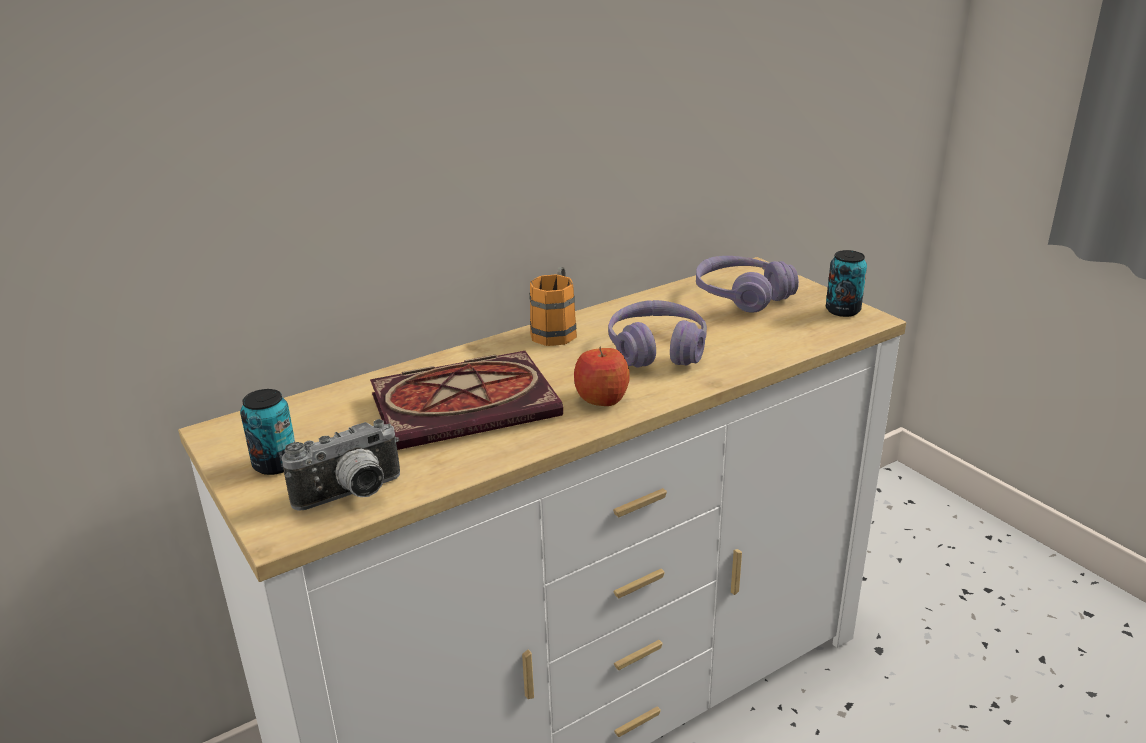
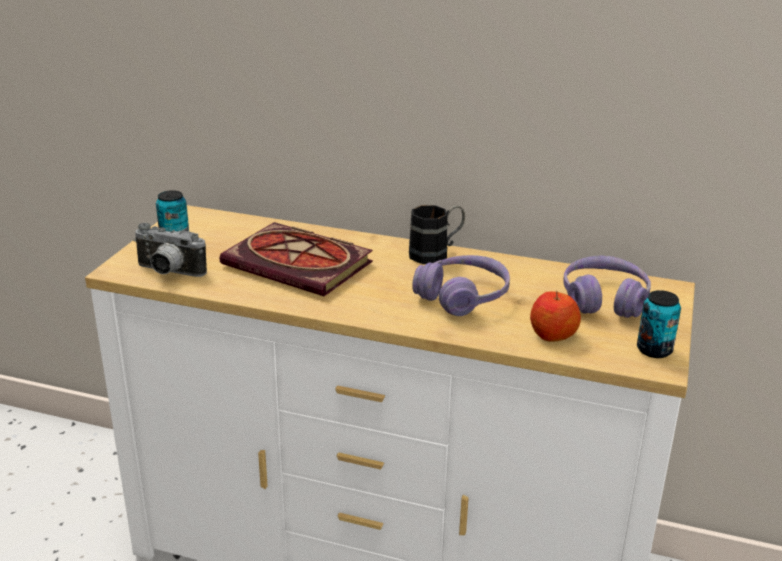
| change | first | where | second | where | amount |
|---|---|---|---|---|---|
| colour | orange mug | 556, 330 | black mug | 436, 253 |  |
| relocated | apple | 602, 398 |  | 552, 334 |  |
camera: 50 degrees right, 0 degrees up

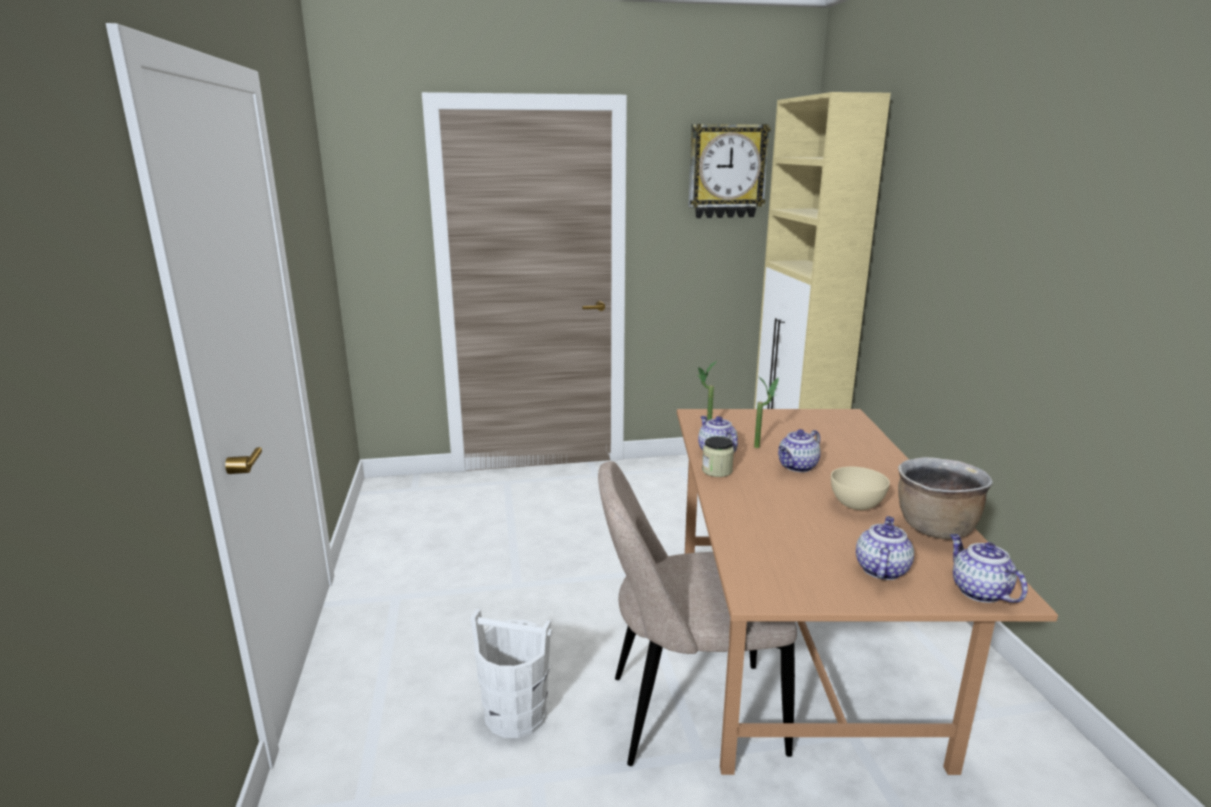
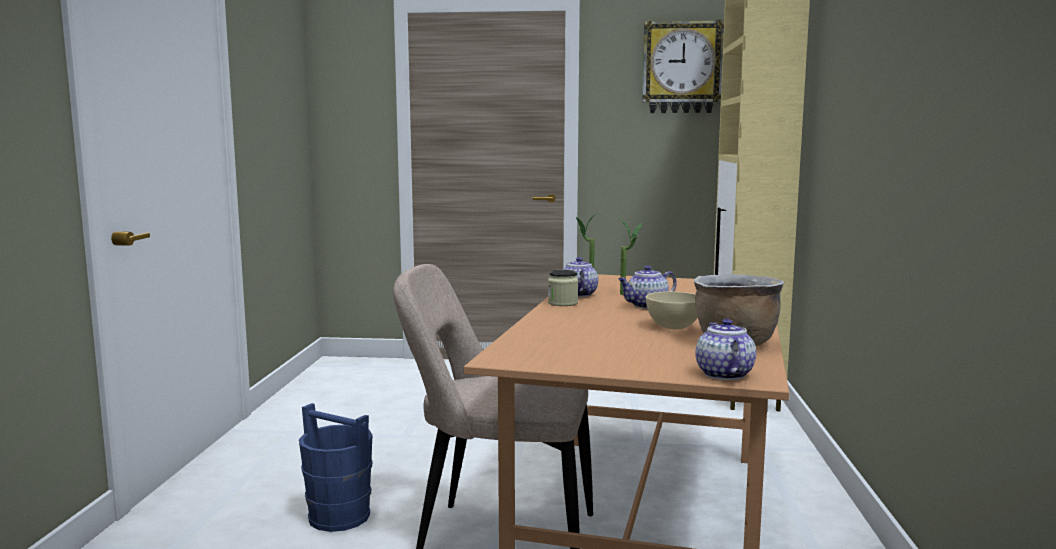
| change | first | where | second | where | amount |
|---|---|---|---|---|---|
| colour | white bucket | 515, 714 | blue bucket | 339, 516 |  |
| missing | teapot | 881, 569 |  |  |  |
camera: 15 degrees right, 10 degrees down

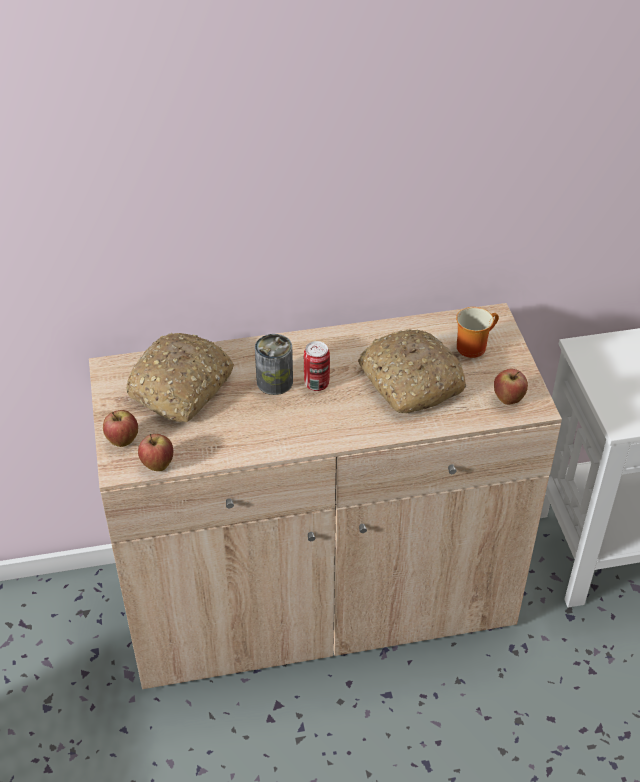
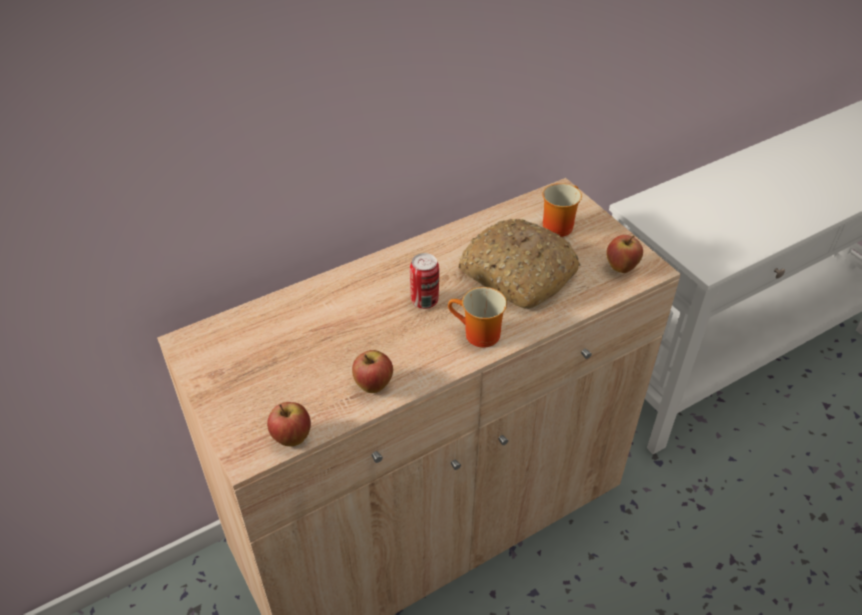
| change | first | where | second | where | amount |
|---|---|---|---|---|---|
| relocated | apple | 122, 441 |  | 373, 386 |  |
| appeared |  |  | mug | 477, 335 |  |
| missing | bread | 181, 388 |  |  |  |
| missing | can | 274, 382 |  |  |  |
camera: 20 degrees left, 0 degrees up

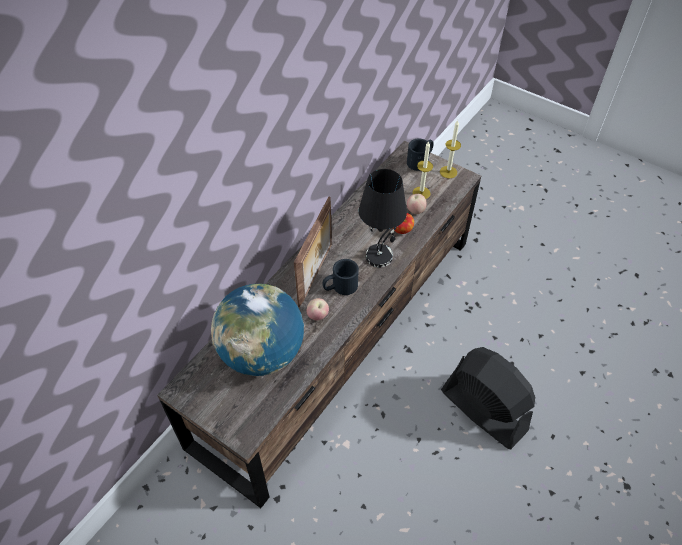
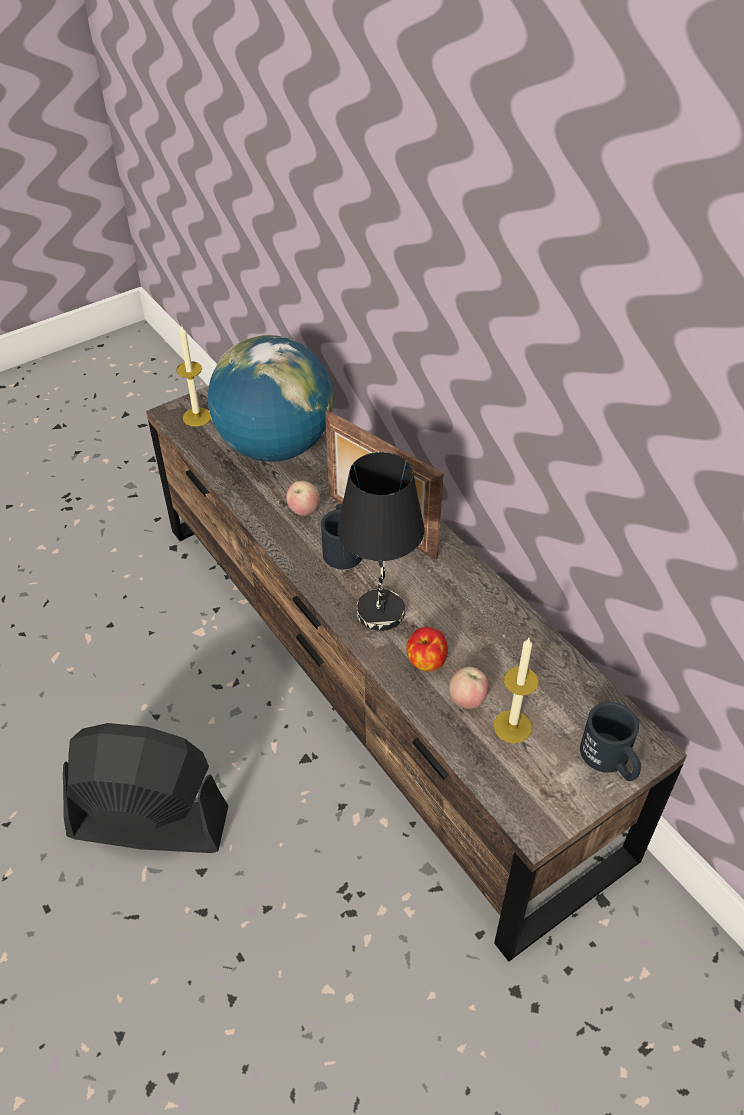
| change | first | where | second | where | amount |
|---|---|---|---|---|---|
| spun | black fan | 483, 410 |  | 148, 822 | 150 degrees counterclockwise |
| relocated | candle | 448, 172 |  | 197, 417 |  |
camera: 110 degrees right, 5 degrees down

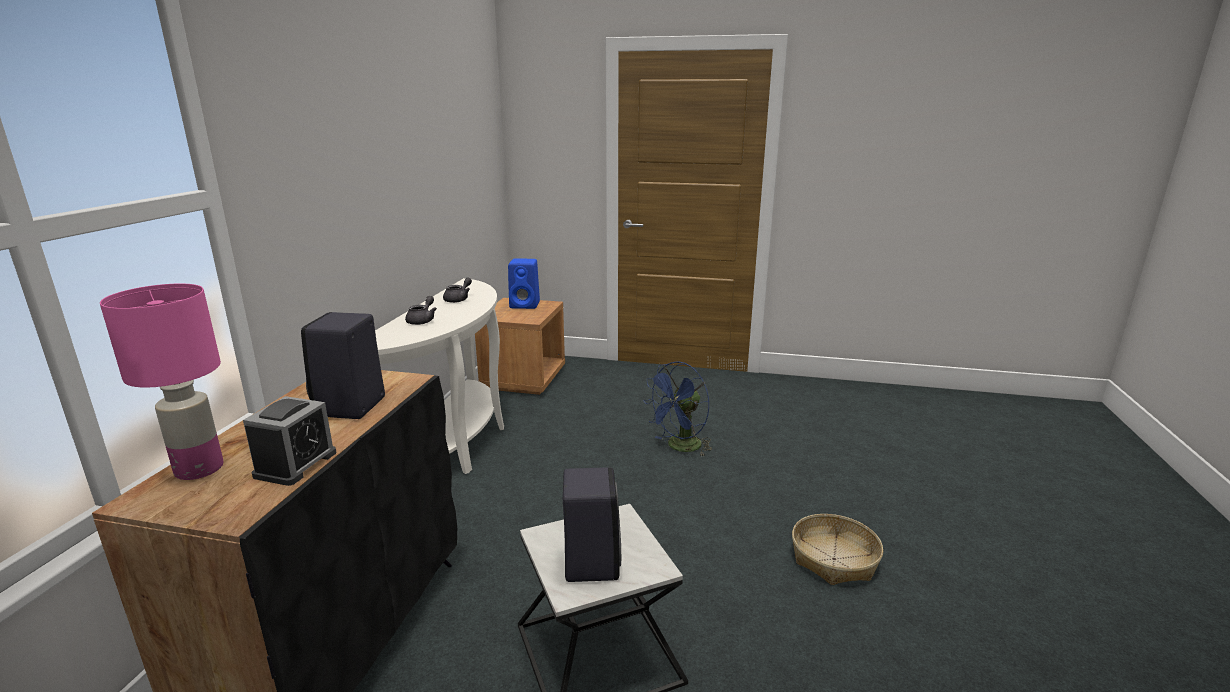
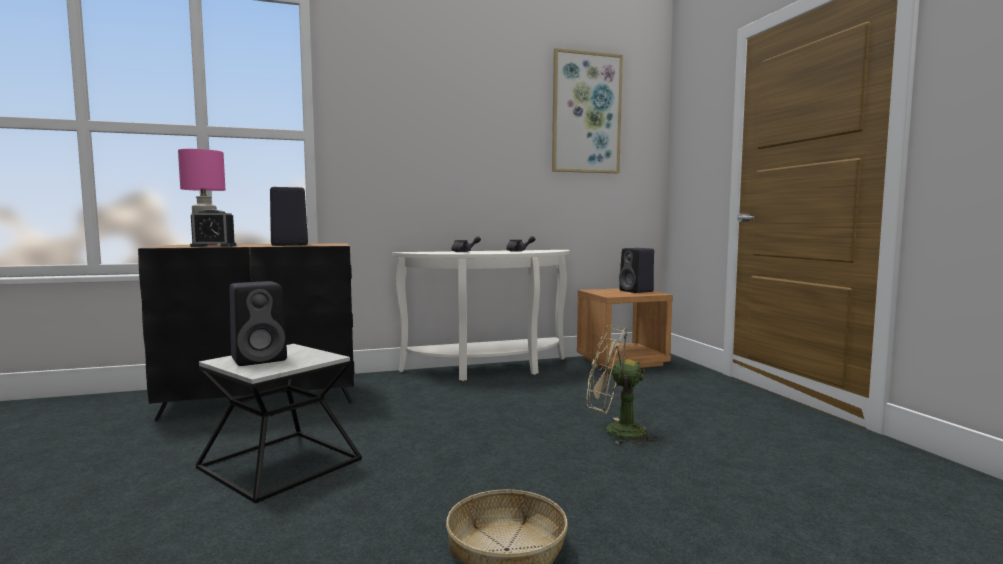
| change | first | where | second | where | amount |
|---|---|---|---|---|---|
| appeared |  |  | picture | 586, 113 |  |
| colour | blue fan | 680, 447 | beige fan | 615, 431 |  |
| colour | blue speaker | 526, 305 | black speaker | 637, 291 |  |
camera: 60 degrees right, 15 degrees down

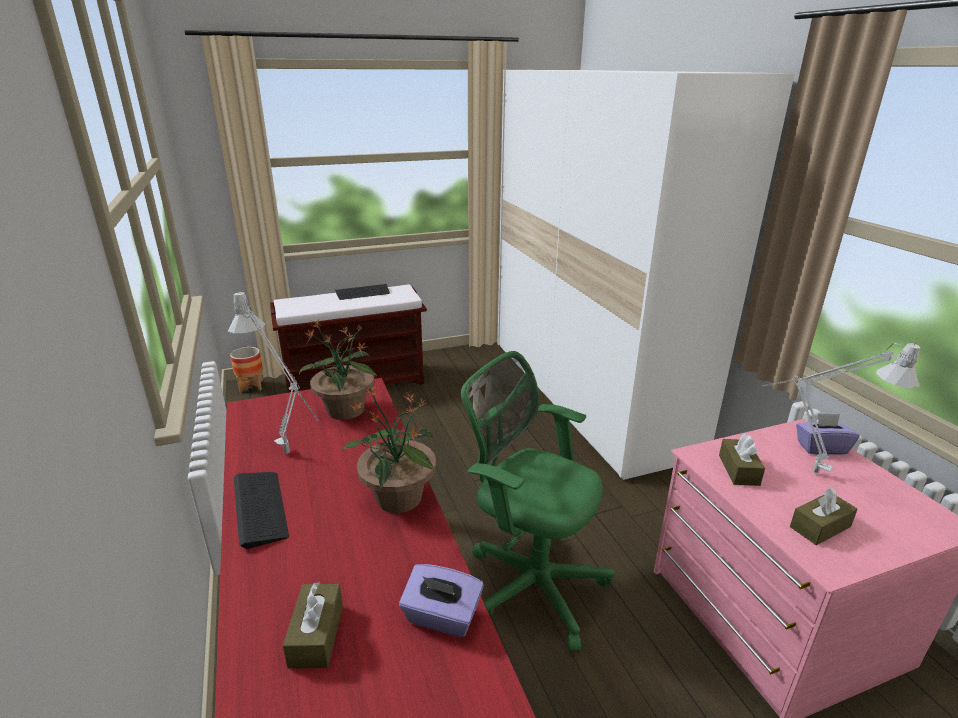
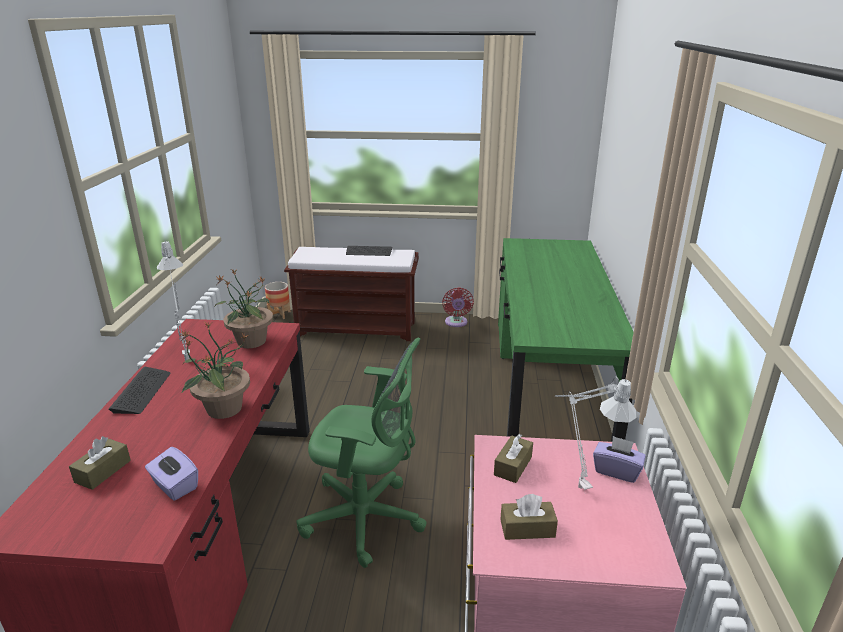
| change | first | where | second | where | amount |
|---|---|---|---|---|---|
| spun | green office chair | 531, 582 |  | 367, 519 | 135 degrees clockwise |
| appeared |  |  | red fan | 456, 323 |  |
| exchanged | white wardrobe | 586, 394 | green desk | 548, 382 |  |
camera: 25 degrees right, 0 degrees up

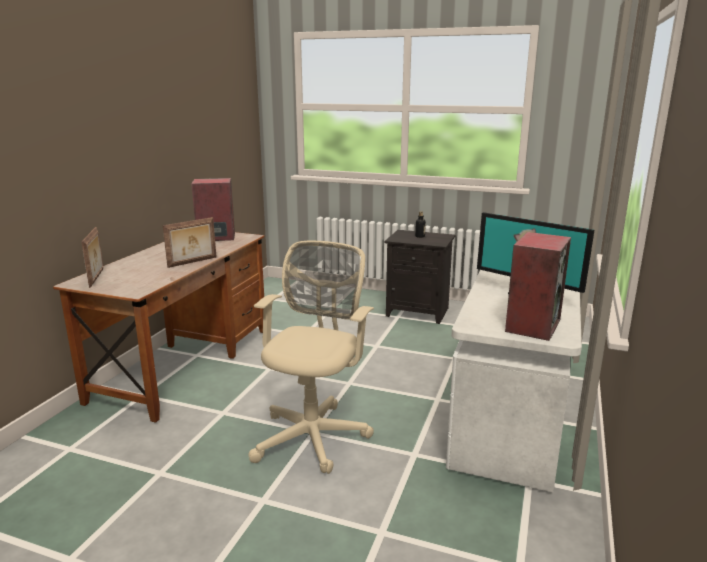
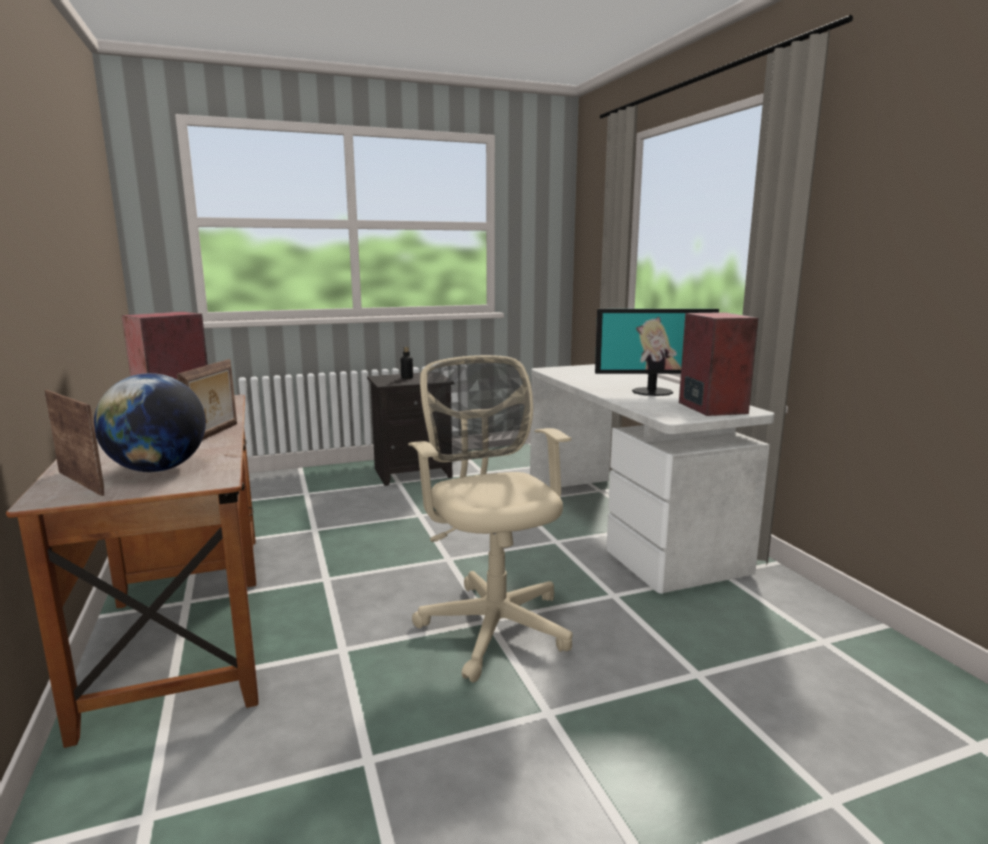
| change | first | where | second | where | amount |
|---|---|---|---|---|---|
| appeared |  |  | globe | 158, 469 |  |
camera: 40 degrees left, 5 degrees down

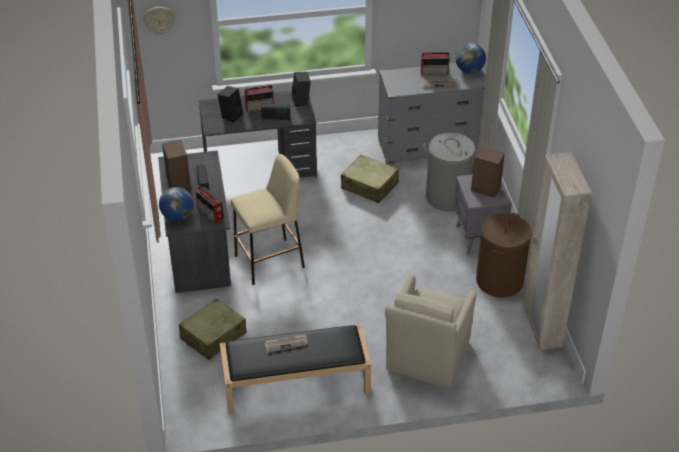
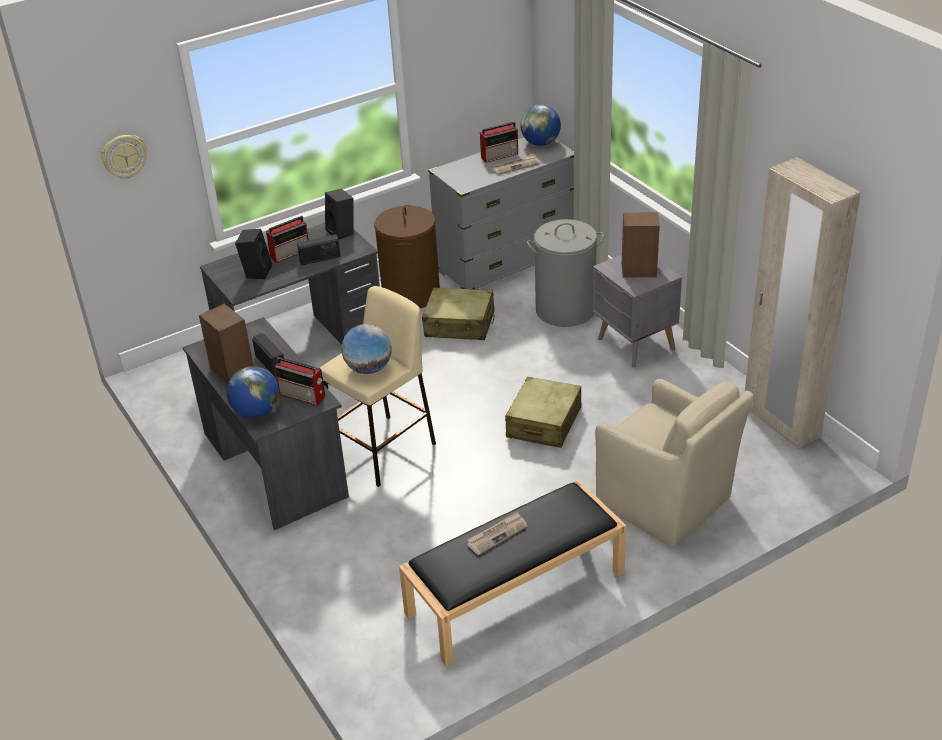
| change | first | where | second | where | amount |
|---|---|---|---|---|---|
| appeared |  |  | globe | 368, 368 |  |
| relocated | brown laundry basket | 500, 281 |  | 411, 294 |  |
| relocated | beige suitcase | 213, 336 |  | 543, 423 |  |
| spun | beige armchair | 426, 358 |  | 666, 503 | 45 degrees counterclockwise |
camera: 20 degrees left, 5 degrees down

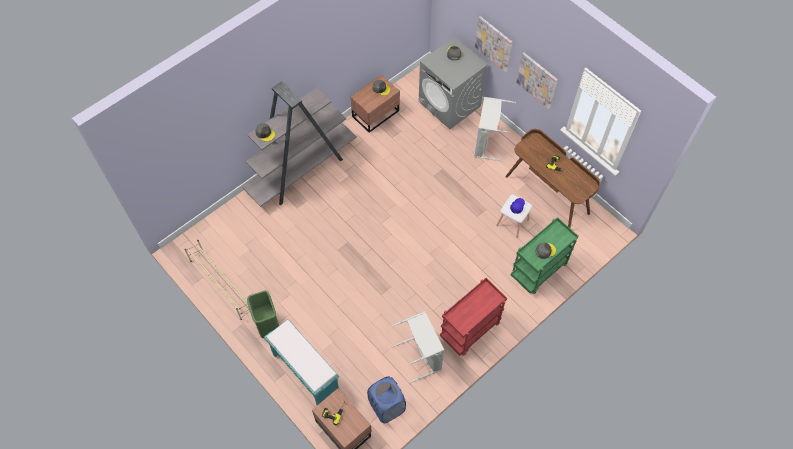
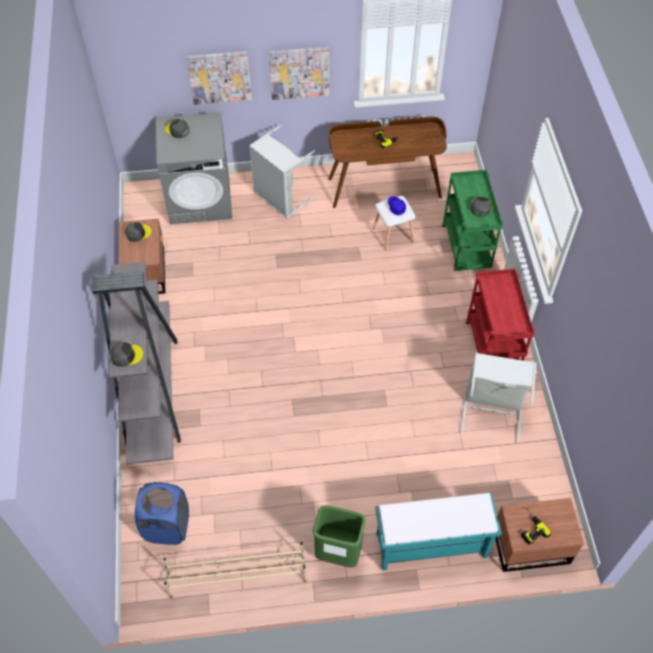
| change | first | where | second | where | amount |
|---|---|---|---|---|---|
| relocated | blue laundry basket | 387, 406 |  | 167, 526 |  |
camera: 55 degrees left, 5 degrees down

